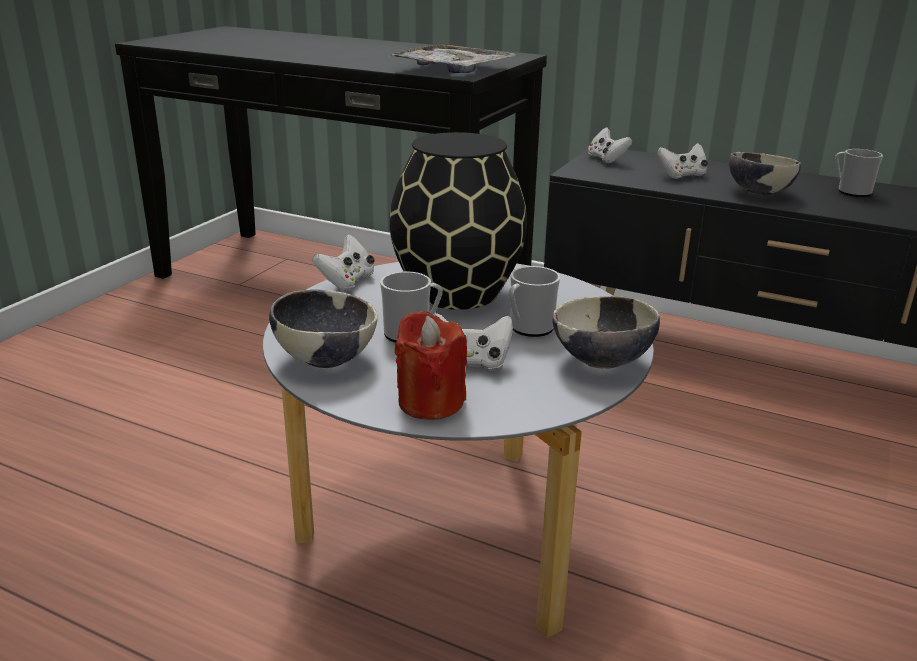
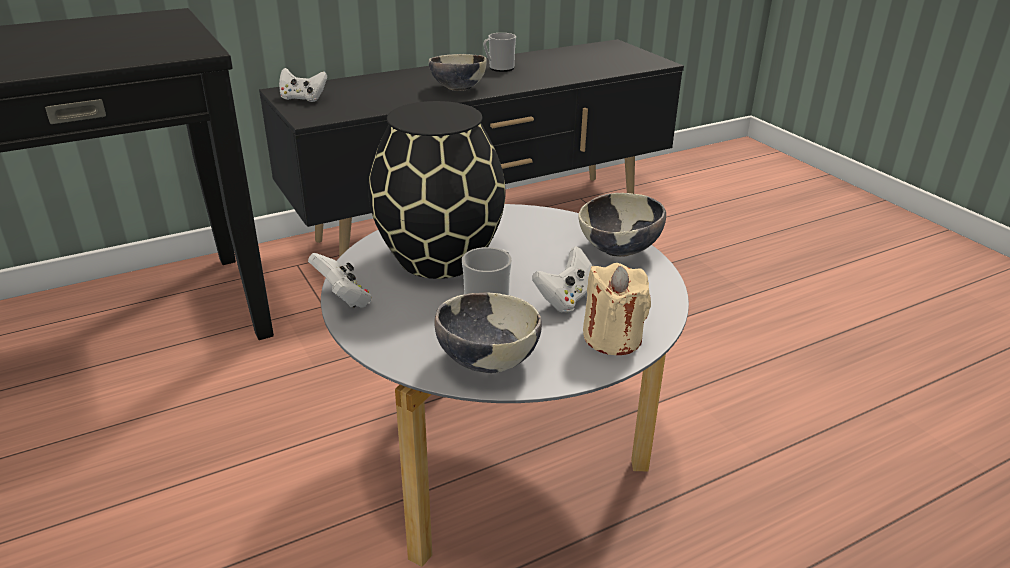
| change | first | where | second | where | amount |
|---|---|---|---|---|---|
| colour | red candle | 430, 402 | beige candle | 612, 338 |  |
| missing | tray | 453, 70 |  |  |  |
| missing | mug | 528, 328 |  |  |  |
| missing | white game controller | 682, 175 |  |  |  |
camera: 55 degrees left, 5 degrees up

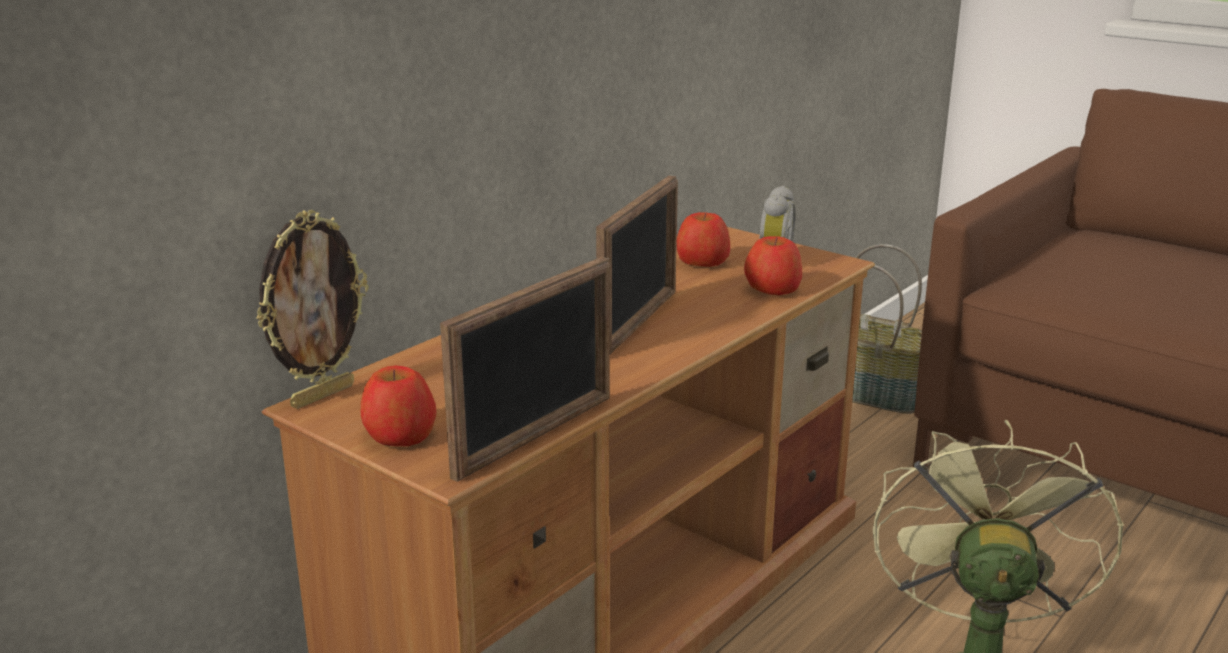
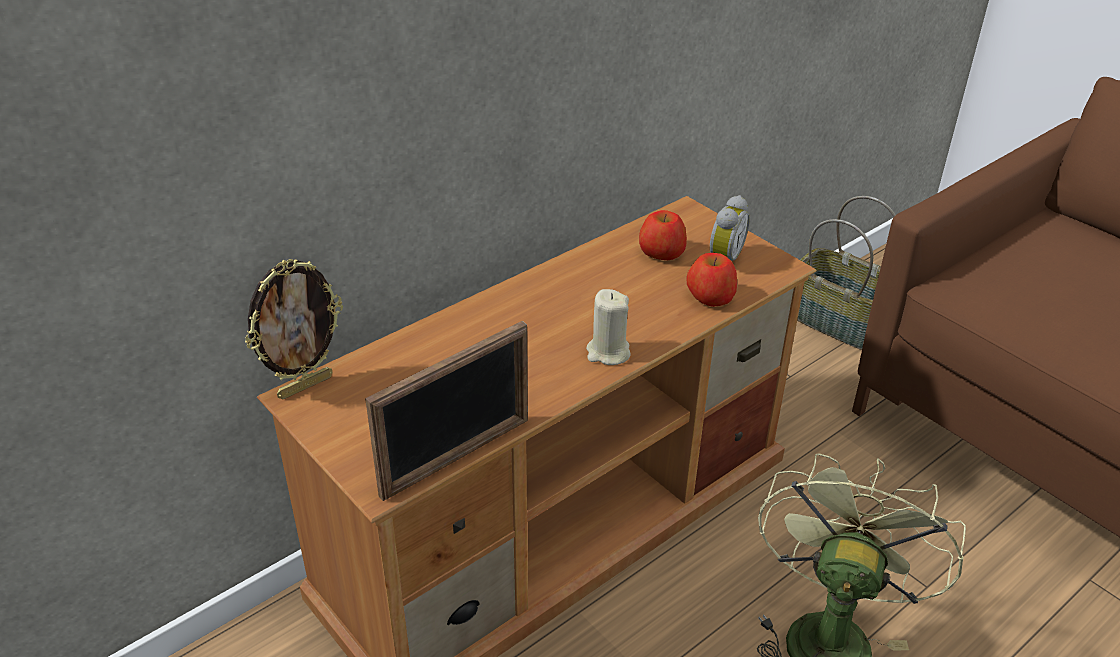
| change | first | where | second | where | amount |
|---|---|---|---|---|---|
| appeared |  |  | beige candle | 608, 352 |  |
| missing | apple | 400, 435 |  |  |  |
| missing | picture frame | 639, 324 |  |  |  |
camera: 10 degrees right, 15 degrees up

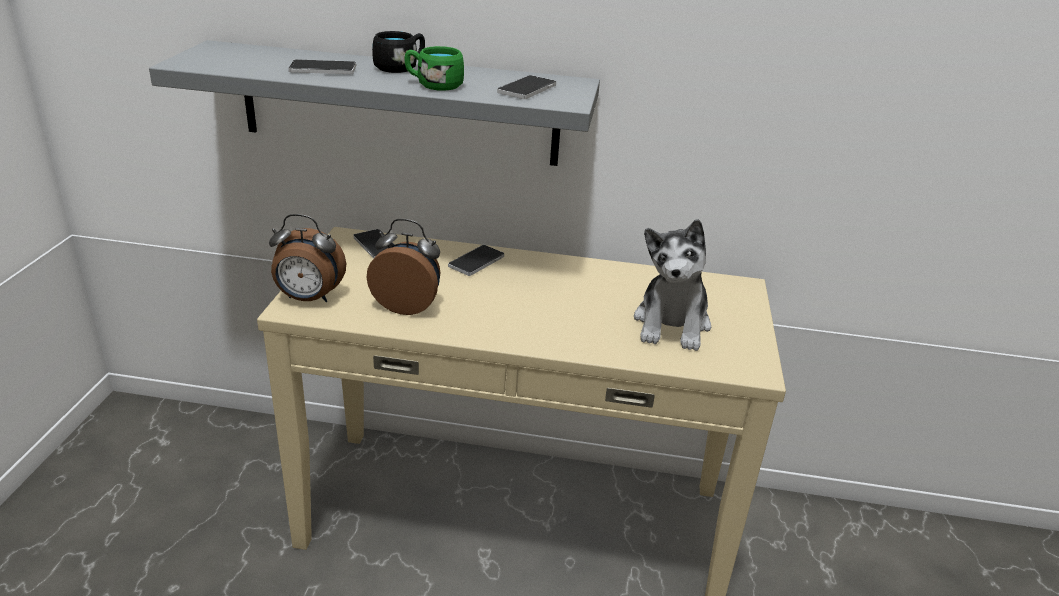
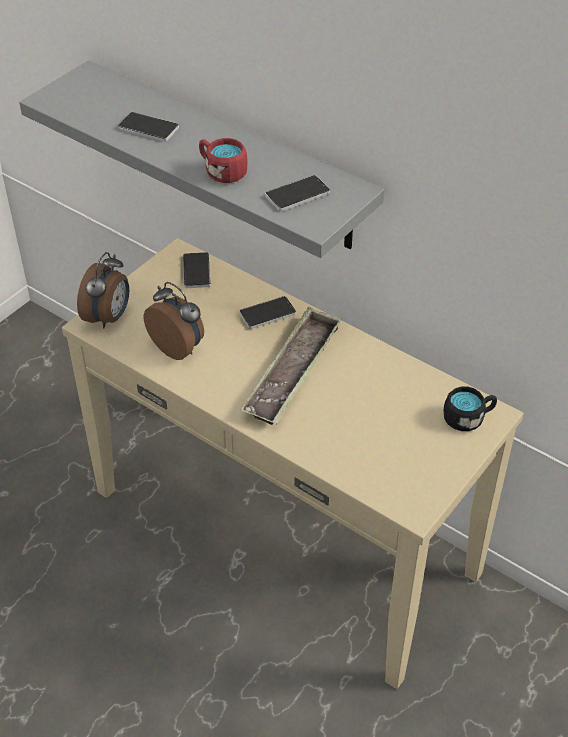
| change | first | where | second | where | amount |
|---|---|---|---|---|---|
| spun | alarm clock | 309, 298 |  | 109, 317 | 105 degrees counterclockwise |
| colour | green mug | 434, 85 | red mug | 222, 171 |  |
| appeared |  |  | tray | 293, 372 |  |
| relocated | black mug | 400, 67 |  | 468, 418 |  |
| missing | plush toy | 672, 324 |  |  |  |
camera: 30 degrees right, 15 degrees up

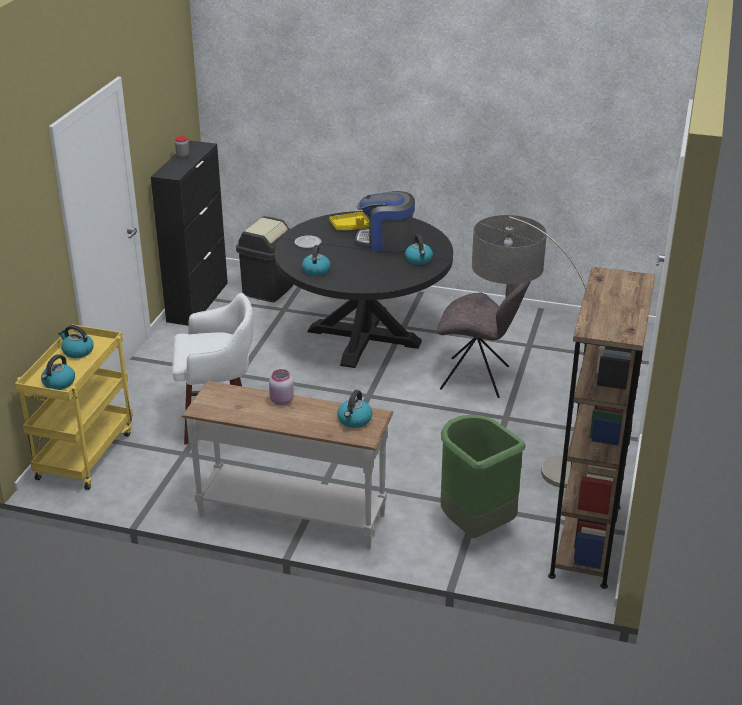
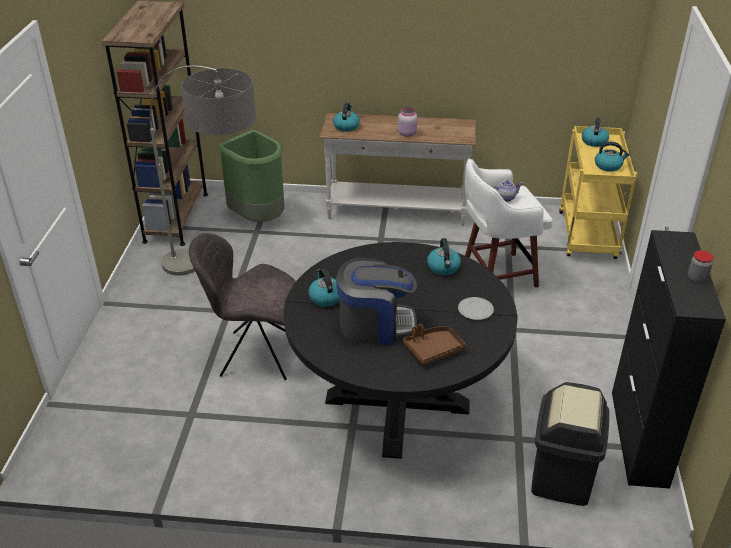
| change | first | where | second | where | amount |
|---|---|---|---|---|---|
| colour | yellow tray | 350, 227 | brown tray | 433, 349 |  |
| appeared |  |  | teapot | 505, 198 |  |
camera: 170 degrees right, 5 degrees up

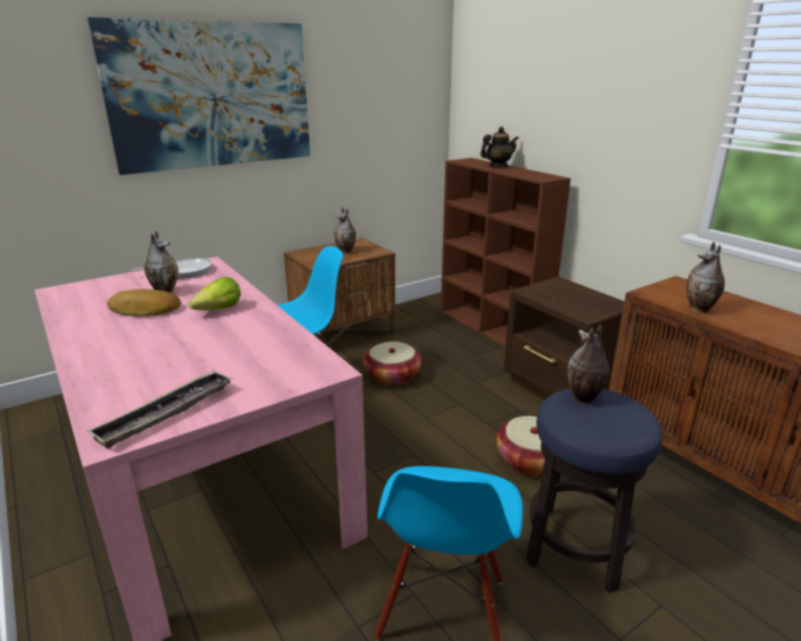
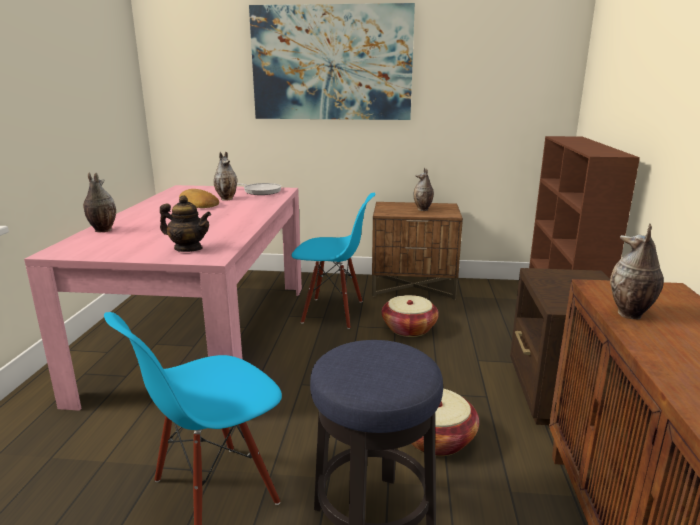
| change | first | where | second | where | amount |
|---|---|---|---|---|---|
| relocated | vase | 583, 399 |  | 102, 230 |  |
| relocated | teapot | 498, 166 |  | 188, 248 |  |
| missing | tray | 166, 413 |  |  |  |
| missing | lettuce | 219, 310 |  |  |  |
camera: 40 degrees right, 5 degrees down

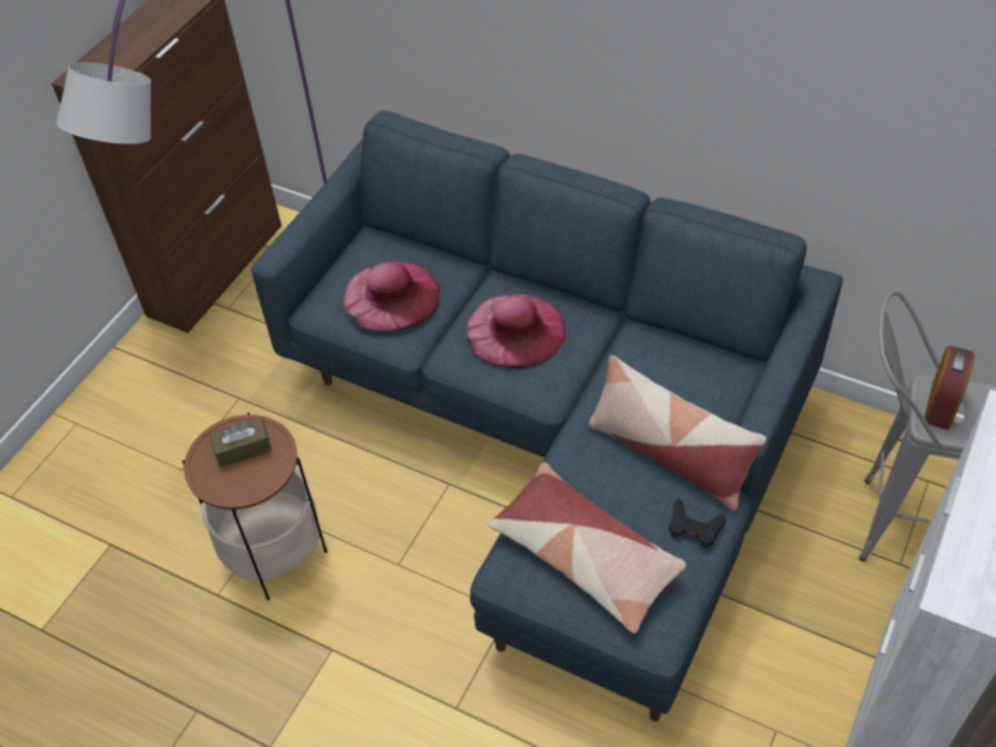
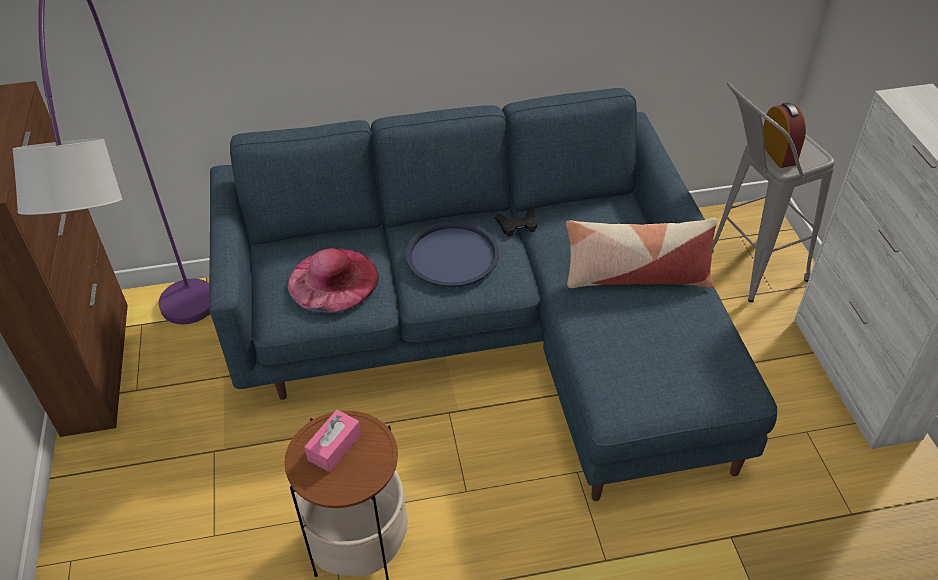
| change | first | where | second | where | amount |
|---|---|---|---|---|---|
| colour | brown tissue box | 243, 448 | pink tissue box | 334, 447 |  |
| exchanged | pink hat | 515, 330 | blue tray | 452, 255 |  |
| relocated | black game controller | 694, 527 |  | 517, 225 |  |
| missing | pillow | 586, 556 |  |  |  |
camera: 40 degrees left, 5 degrees down

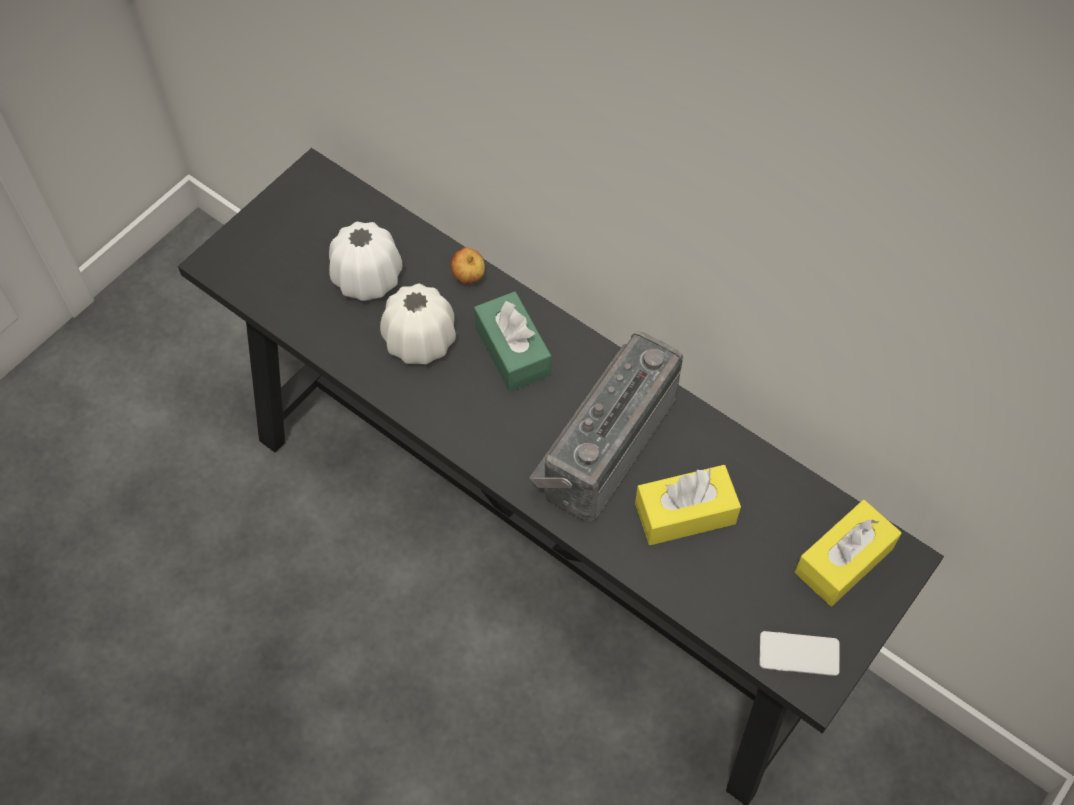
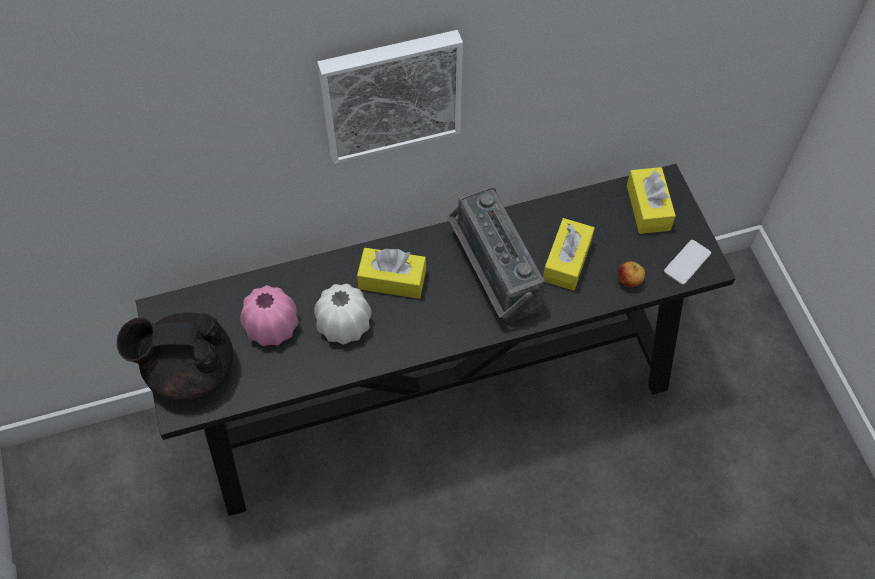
| change | first | where | second | where | amount |
|---|---|---|---|---|---|
| appeared |  |  | black teapot | 189, 370 |  |
| colour | white vase | 367, 279 | pink vase | 272, 327 |  |
| appeared |  |  | picture | 390, 93 |  |
| colour | green tissue box | 512, 351 | yellow tissue box | 392, 280 |  |
| relocated | apple | 469, 277 |  | 629, 281 |  |
camera: 55 degrees left, 0 degrees up

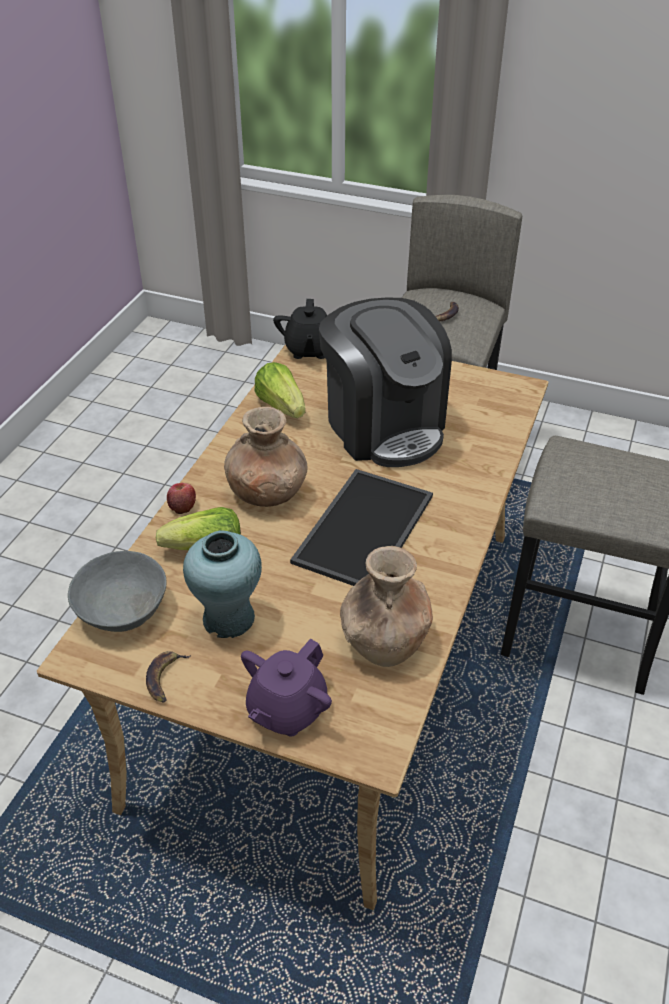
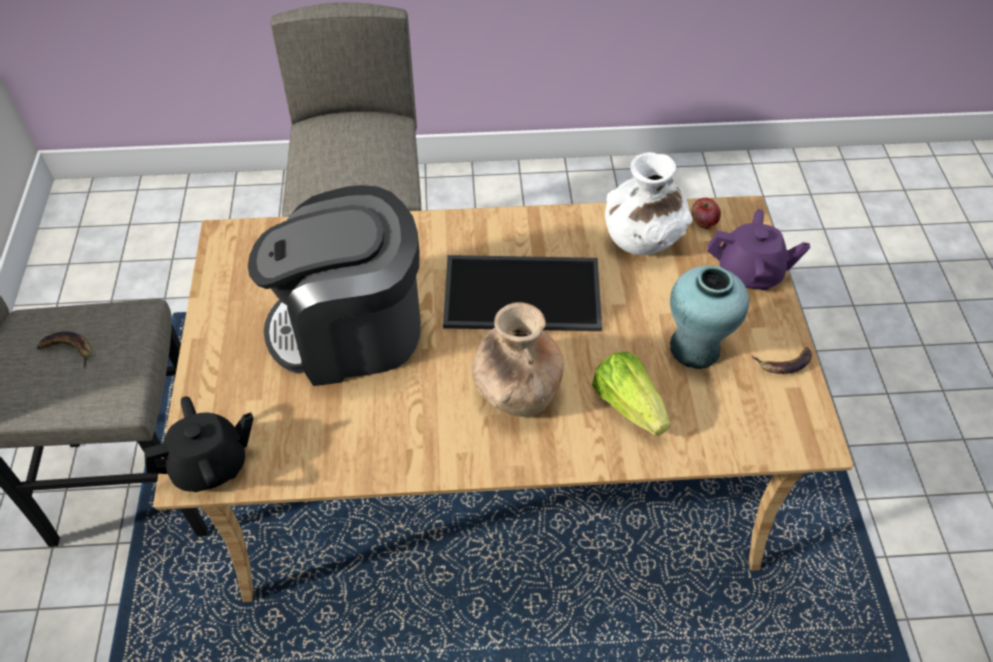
| change | first | where | second | where | amount |
|---|---|---|---|---|---|
| spun | coffee machine | 384, 426 |  | 350, 330 | 135 degrees counterclockwise |
| colour | brown vase | 384, 640 | white vase | 642, 239 |  |
| relocated | apple | 182, 506 |  | 703, 222 |  |
| missing | grey bowl | 122, 609 |  |  |  |
| missing | lettuce | 282, 406 |  |  |  |
camera: 115 degrees left, 10 degrees up

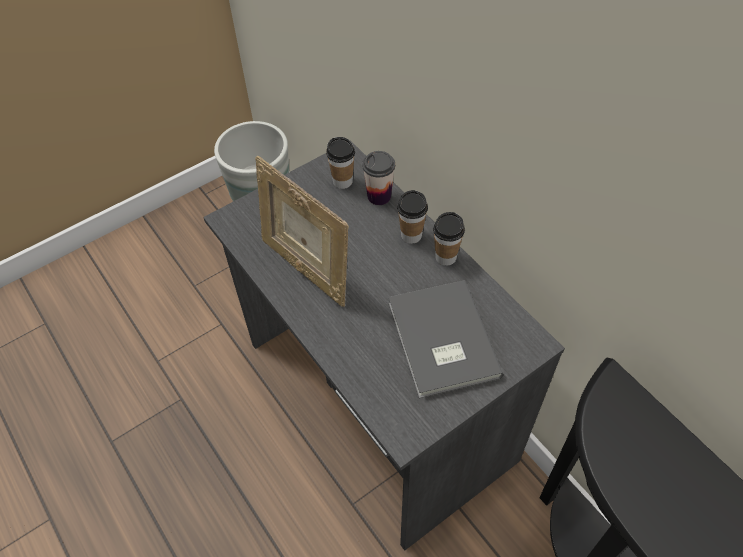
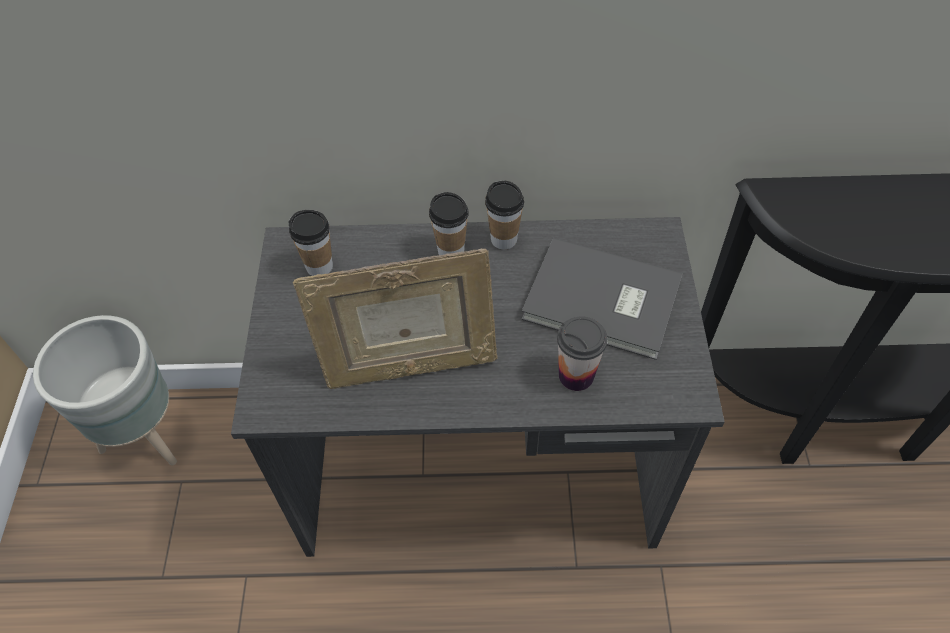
| change | first | where | second | where | amount |
|---|---|---|---|---|---|
| relocated | cup | 379, 196 |  | 576, 375 |  |
camera: 55 degrees left, 0 degrees up

